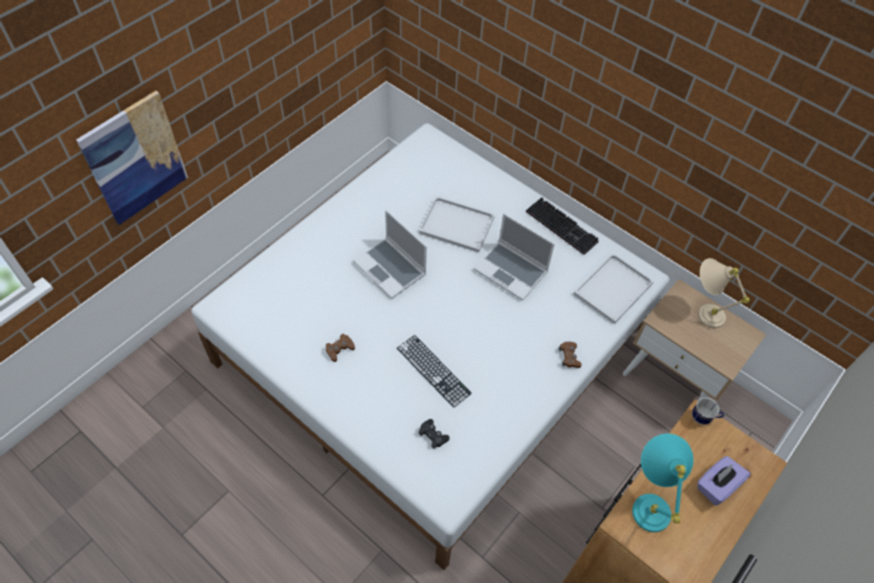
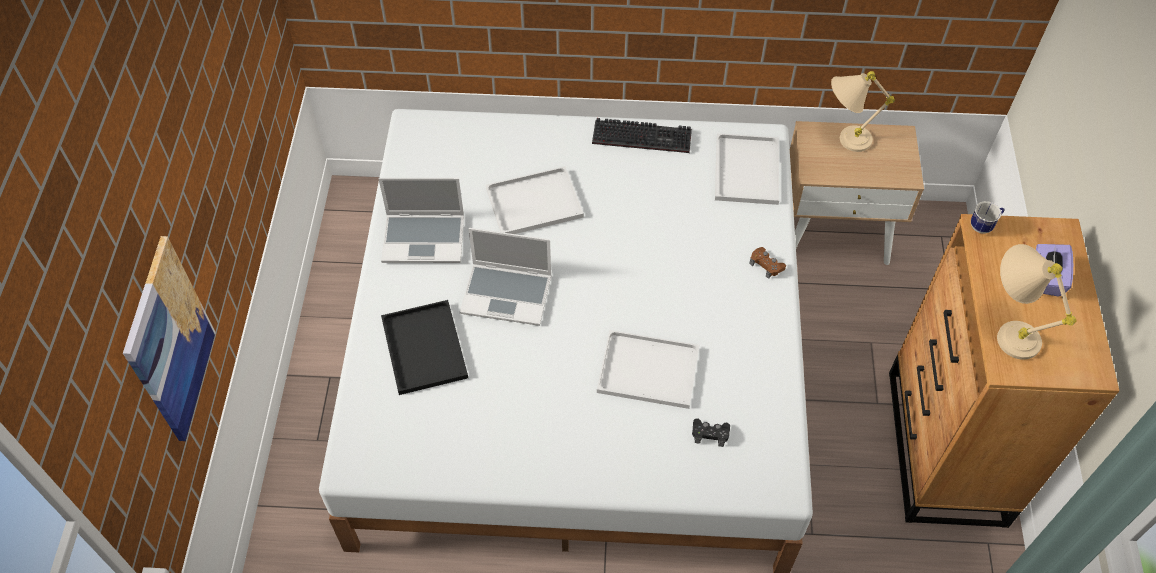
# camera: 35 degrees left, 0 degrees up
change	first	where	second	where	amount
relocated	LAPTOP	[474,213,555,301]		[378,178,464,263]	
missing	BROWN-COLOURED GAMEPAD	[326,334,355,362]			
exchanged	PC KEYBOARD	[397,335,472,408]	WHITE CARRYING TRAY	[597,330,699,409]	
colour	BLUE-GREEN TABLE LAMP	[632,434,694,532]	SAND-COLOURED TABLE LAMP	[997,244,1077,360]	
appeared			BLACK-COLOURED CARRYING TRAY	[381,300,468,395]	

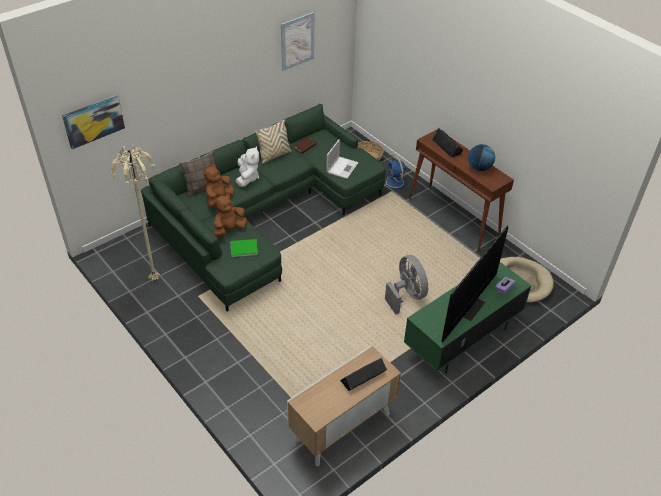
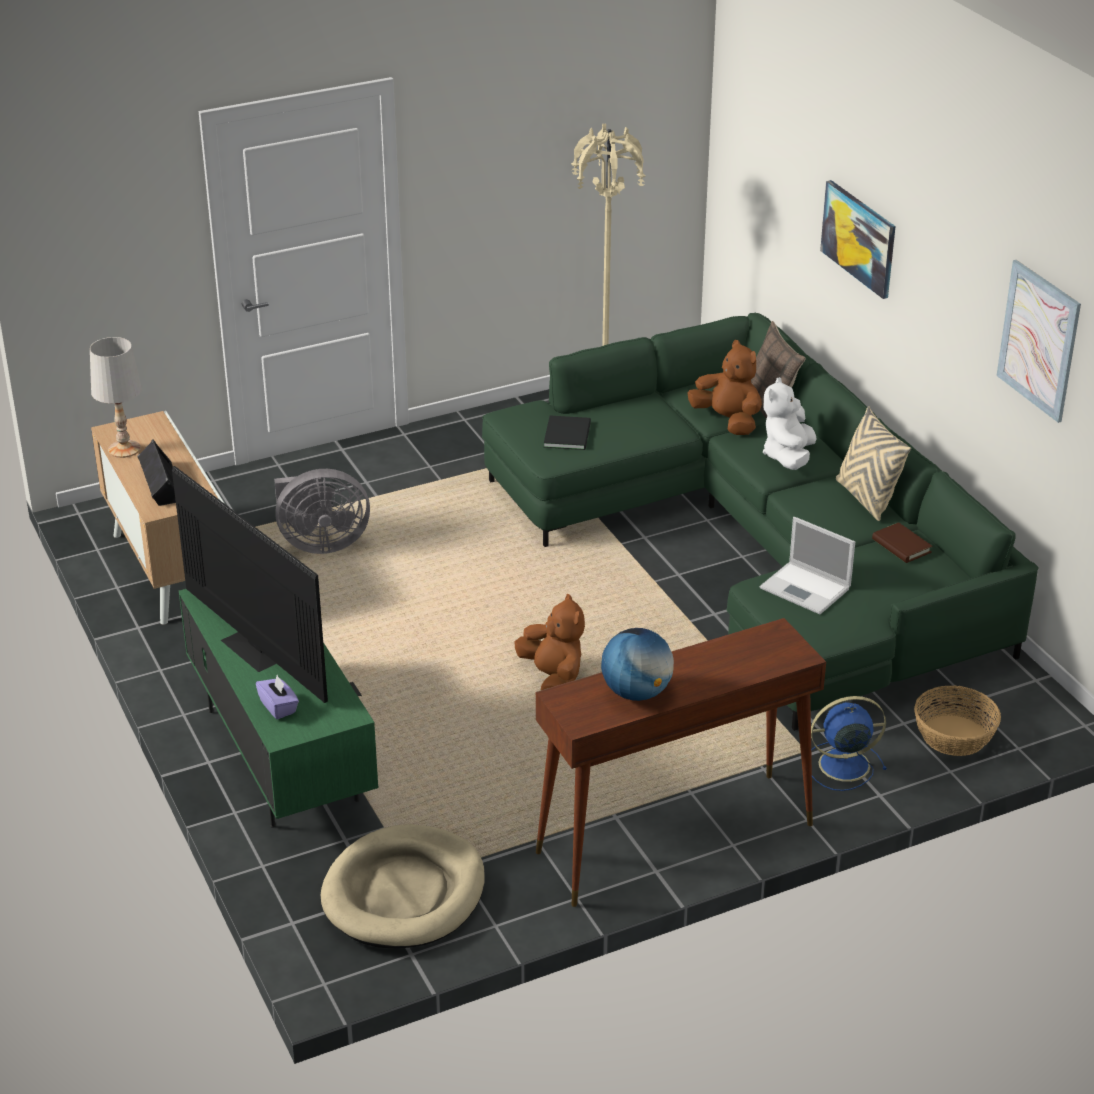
# camera: 105 degrees right, 10 degrees down
change	first	where	second	where	amount
relocated	PICTURE	[62,95,125,150]		[820,180,896,299]	
missing	BLACK-COLOURED SPEAKER	[432,128,463,158]			
spun	WHITE CUDDLY TOY	[236,146,259,187]		[763,377,817,470]	90 degrees clockwise
relocated	BROWN-COLOURED CUDDLY TOY	[214,194,247,238]		[514,594,585,690]	
colour	GREEN-COLOURED VOLUME	[231,239,258,257]	BLACK-COLOURED VOLUME	[544,416,591,450]	
relocated	GREY ELECTRIC FAN	[385,255,428,315]		[274,469,370,554]	
appeared			WHITE TABLE LAMP	[90,337,142,458]	

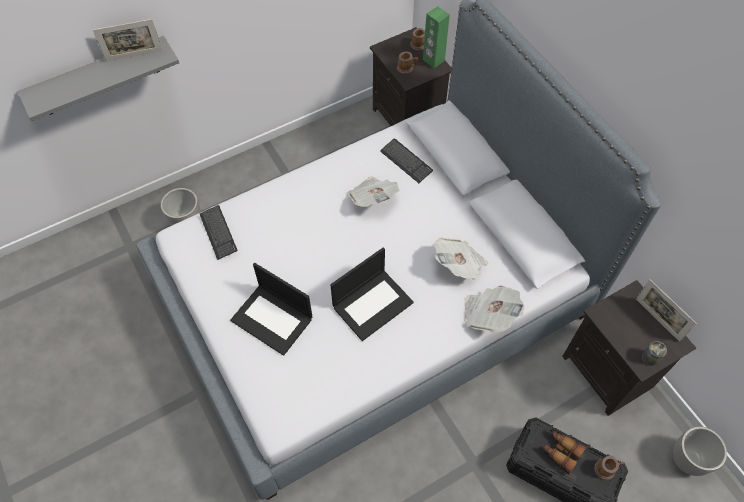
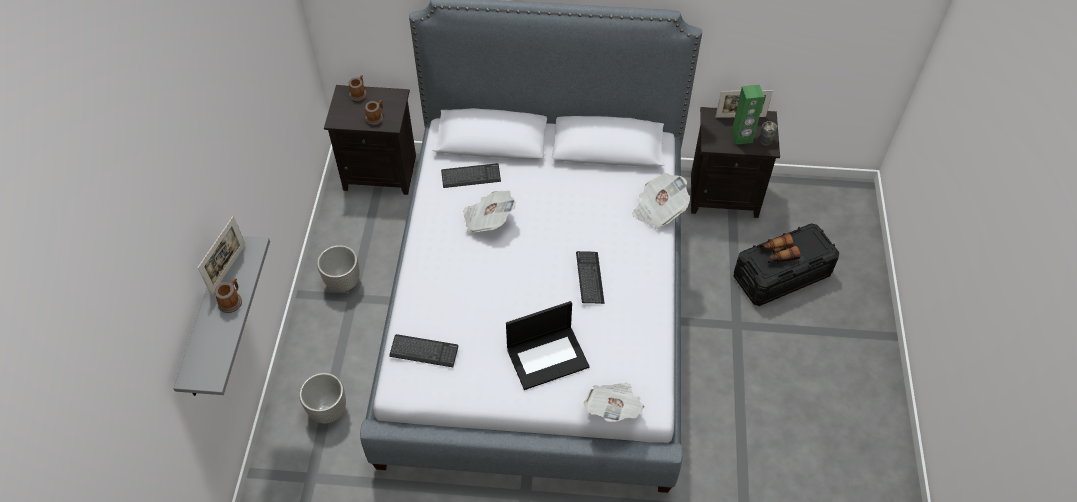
# camera: 55 degrees left, 5 degrees down
change	first	where	second	where	amount
relocated	GREEN-COLOURED SPEAKER	[423,6,450,68]		[731,85,765,145]	
relocated	DAILY PAPER	[434,238,488,280]		[584,383,644,422]	
exchanged	LAPTOP	[330,247,414,341]	PC KEYBOARD	[576,251,605,304]	
relocated	PLANT POT	[673,426,727,476]		[317,245,360,292]	
relocated	COFFEE MUG	[594,456,625,480]		[215,278,242,313]	

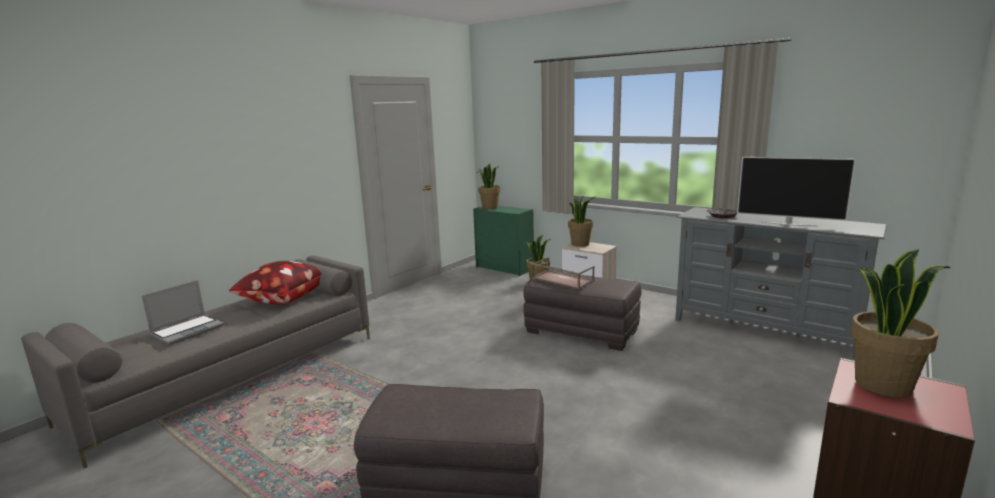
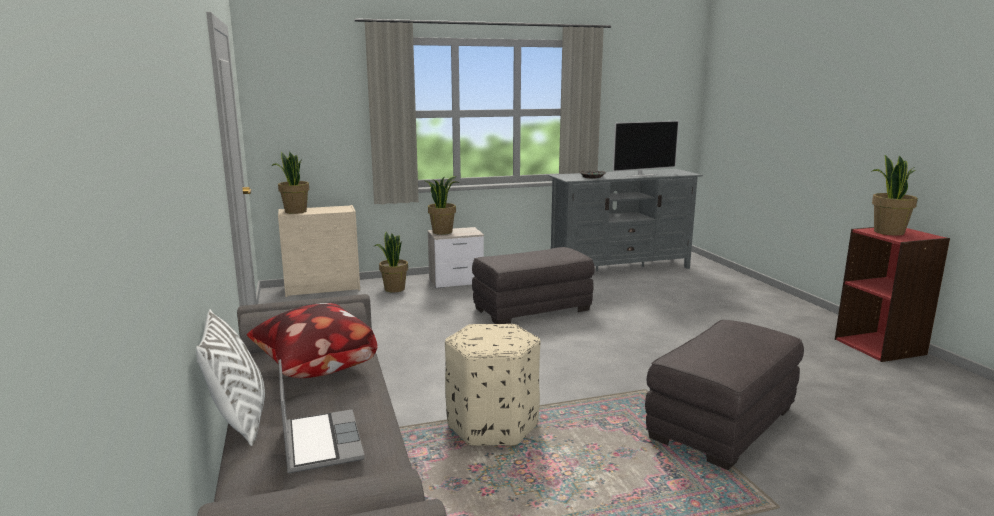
# camera: 55 degrees left, 0 degrees up
change	first	where	second	where	amount
colour	GREEN-COLOURED DRESSER	[473,206,534,276]	SAND-COLOURED DRESSER	[278,205,360,297]	
missing	BROWN-COLOURED CARRYING TRAY	[532,257,594,289]			
appeared			WHITE PILLOW	[196,309,265,446]	
appeared			SAND-COLOURED FOOTREST	[445,324,540,446]	

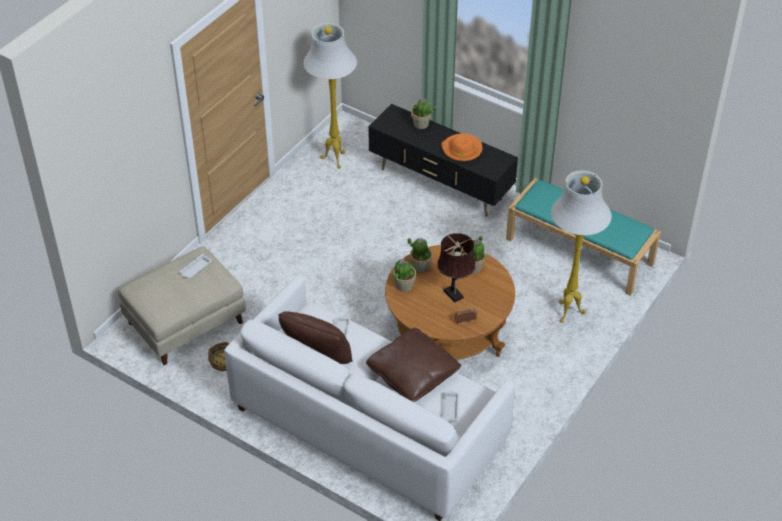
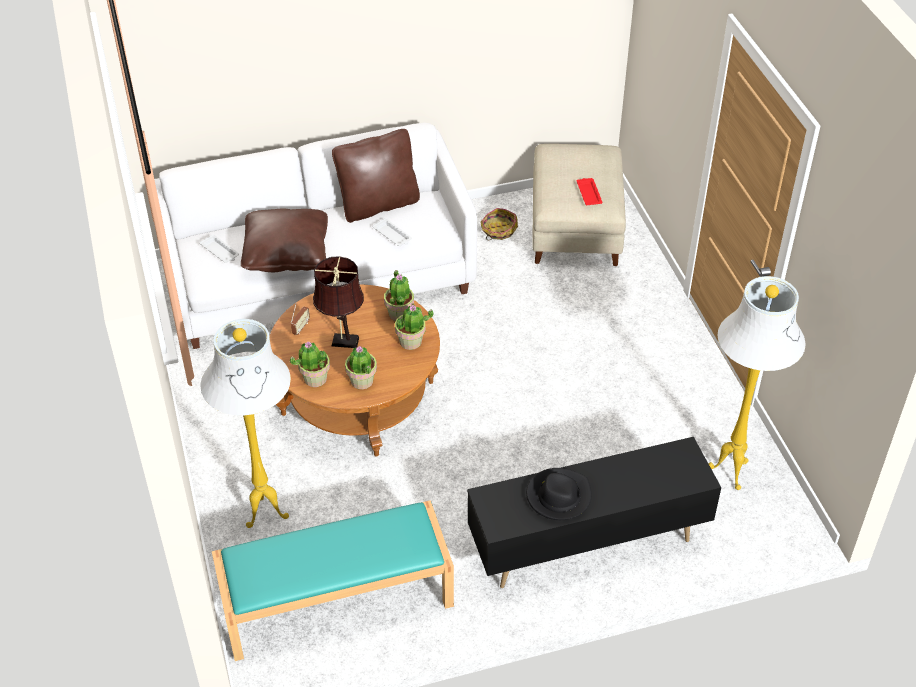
# camera: 130 degrees right, 0 degrees up
change	first	where	second	where	amount
relocated	POTTED PLANT	[411,99,437,129]		[290,342,330,387]	
colour	ORANGEY HAT	[441,133,482,162]	BLACK-COLOURED HAT	[526,468,592,520]	
colour	WHITE CARRYING TRAY	[180,254,212,279]	RED-COLOURED CARRYING TRAY	[577,178,603,205]	

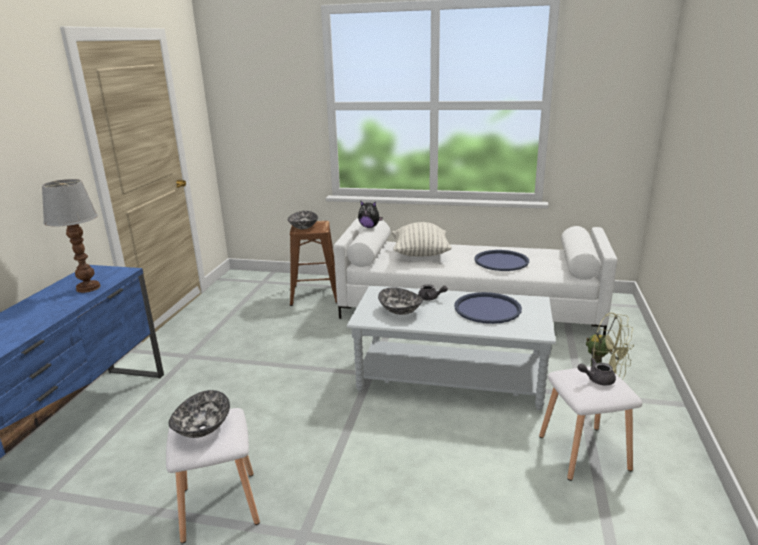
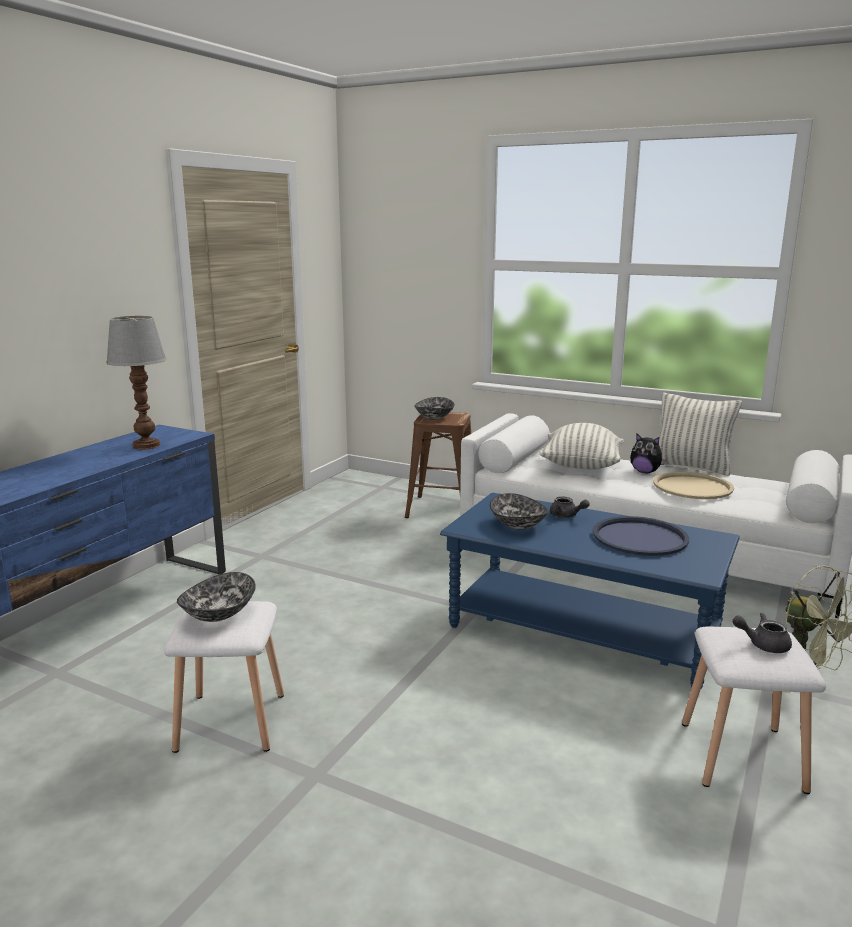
# camera: 15 degrees right, 5 degrees down
change	first	where	second	where	amount
relocated	CUDDLY TOY	[358,200,383,228]		[630,434,667,473]	
colour	BLUE CARRYING TRAY	[474,250,529,271]	SAND-COLOURED CARRYING TRAY	[653,471,734,499]	
colour	GREY COFFEE TABLE	[347,286,556,410]	BLUE COFFEE TABLE	[440,493,740,688]	
appeared			PILLOW	[658,393,742,476]	

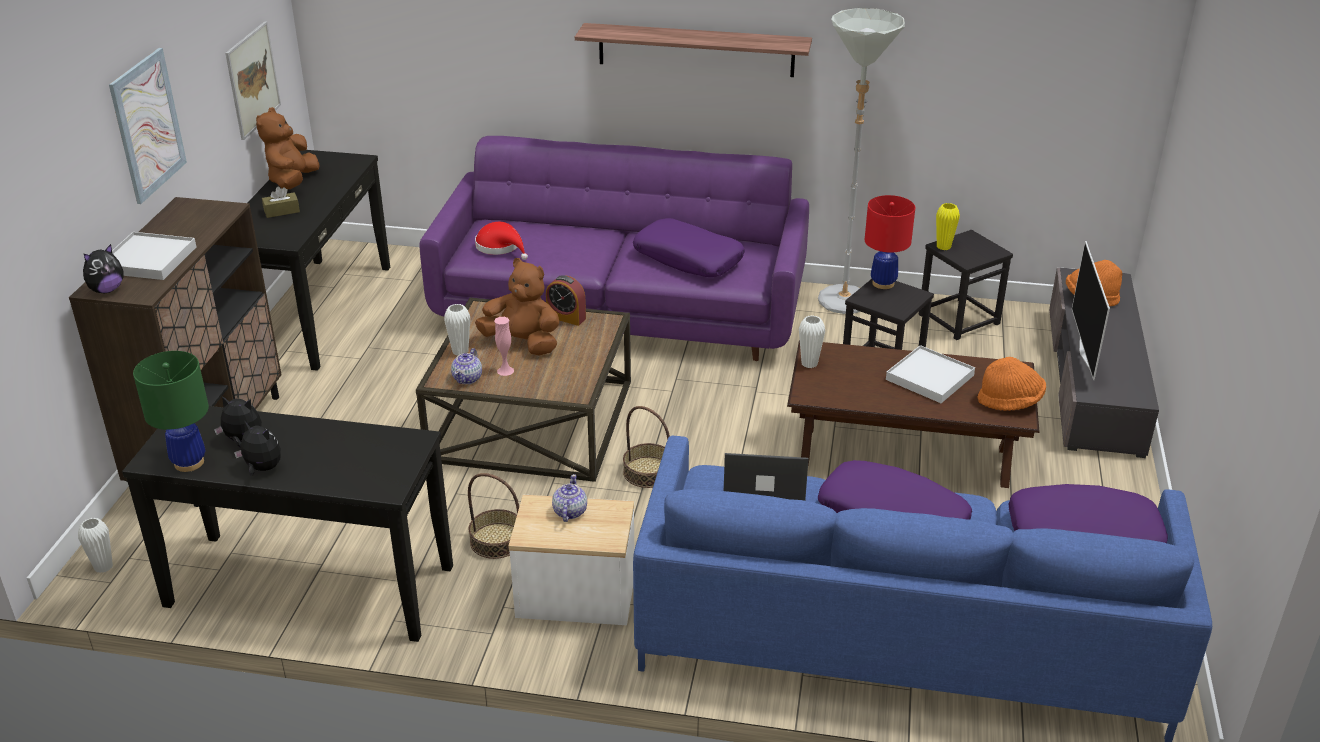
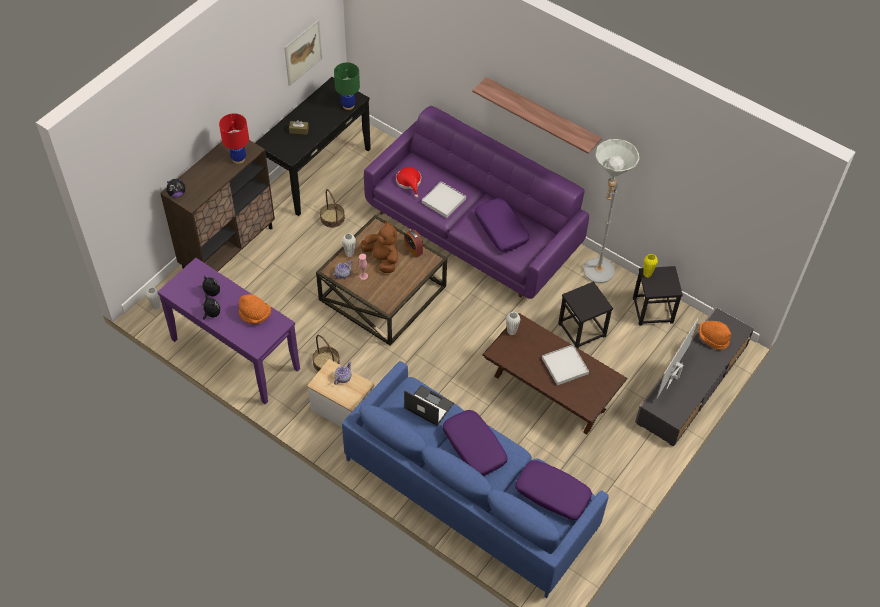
# camera: 25 degrees right, 20 degrees up
change	first	where	second	where	amount
missing	PICTURE	[109,48,187,204]			
missing	BROWN-COLOURED CUDDLY TOY	[256,107,320,189]			
relocated	RED-COLOURED TABLE LAMP	[865,195,915,289]		[219,113,249,164]	
relocated	WHITE CARRYING TRAY	[112,232,196,280]		[422,181,466,218]	
relocated	GREEN-COLOURED TABLE LAMP	[133,351,209,472]		[334,62,360,110]	
relocated	ORANGEY HAT	[978,357,1046,411]		[239,294,271,324]	
colour	BLACK-COLOURED HALL TABLE	[122,406,453,642]	PURPLE HALL TABLE	[158,258,300,404]	
relocated	STORAGE BASKET	[623,406,670,488]		[320,189,345,228]	

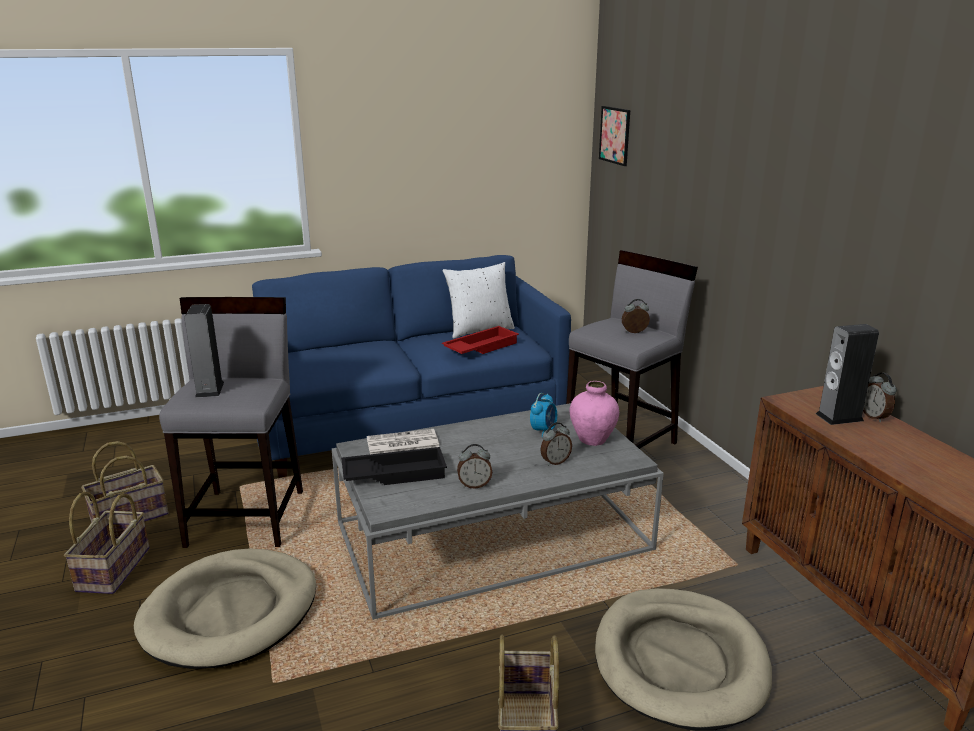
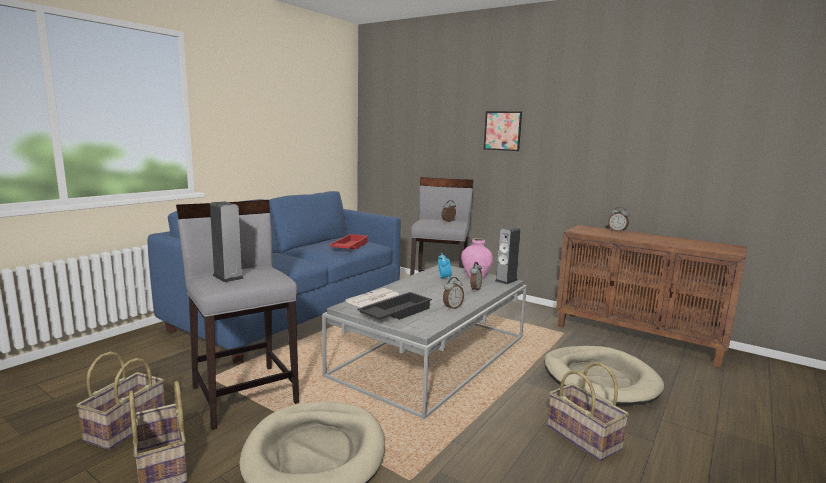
# camera: 35 degrees left, 10 degrees down
change	first	where	second	where	amount
relocated	PICTURE	[599,106,630,166]		[484,111,522,151]	
missing	WHITE PILLOW	[443,262,515,339]			
relocated	SPEAKER	[816,324,879,425]		[495,227,521,284]	

